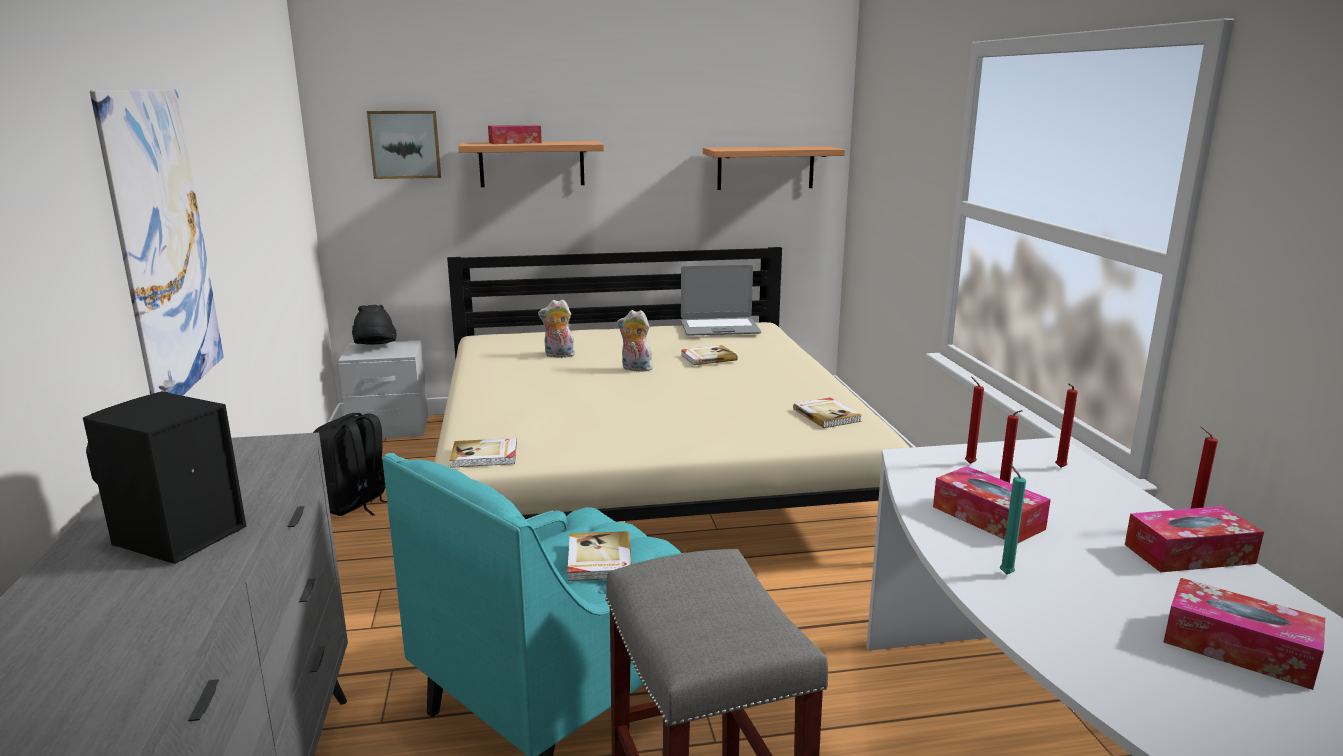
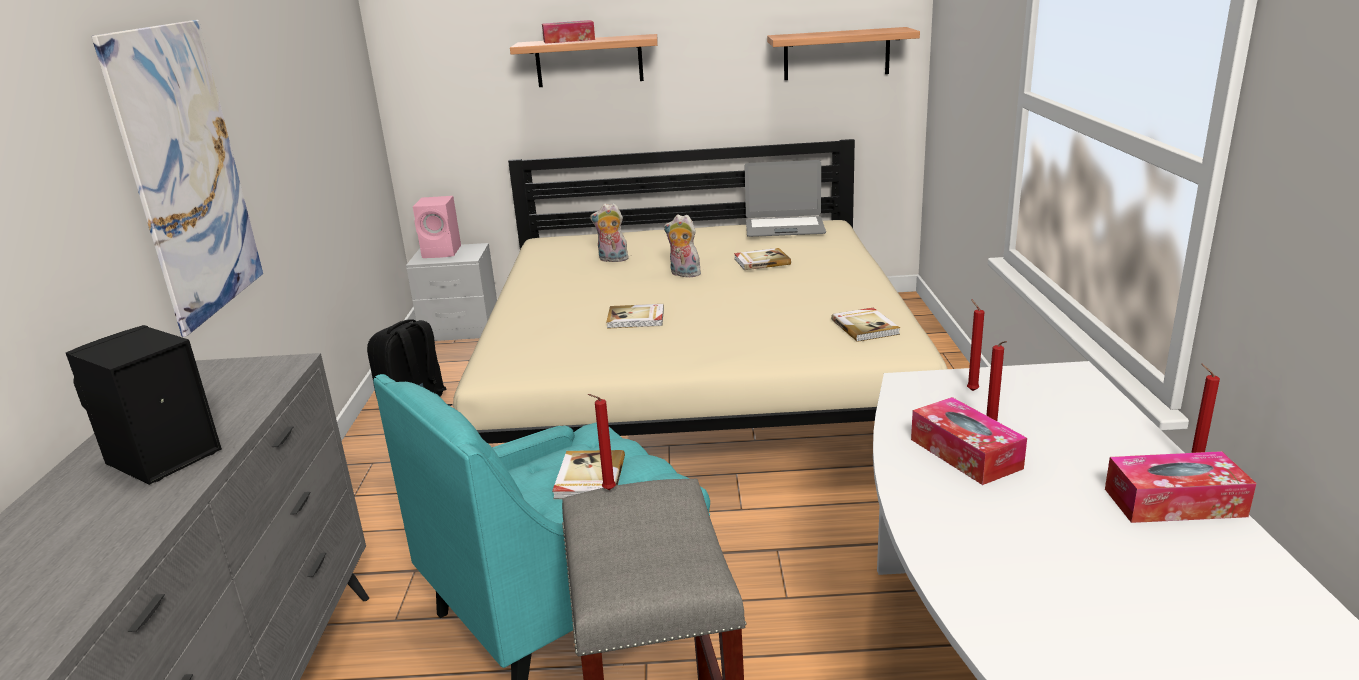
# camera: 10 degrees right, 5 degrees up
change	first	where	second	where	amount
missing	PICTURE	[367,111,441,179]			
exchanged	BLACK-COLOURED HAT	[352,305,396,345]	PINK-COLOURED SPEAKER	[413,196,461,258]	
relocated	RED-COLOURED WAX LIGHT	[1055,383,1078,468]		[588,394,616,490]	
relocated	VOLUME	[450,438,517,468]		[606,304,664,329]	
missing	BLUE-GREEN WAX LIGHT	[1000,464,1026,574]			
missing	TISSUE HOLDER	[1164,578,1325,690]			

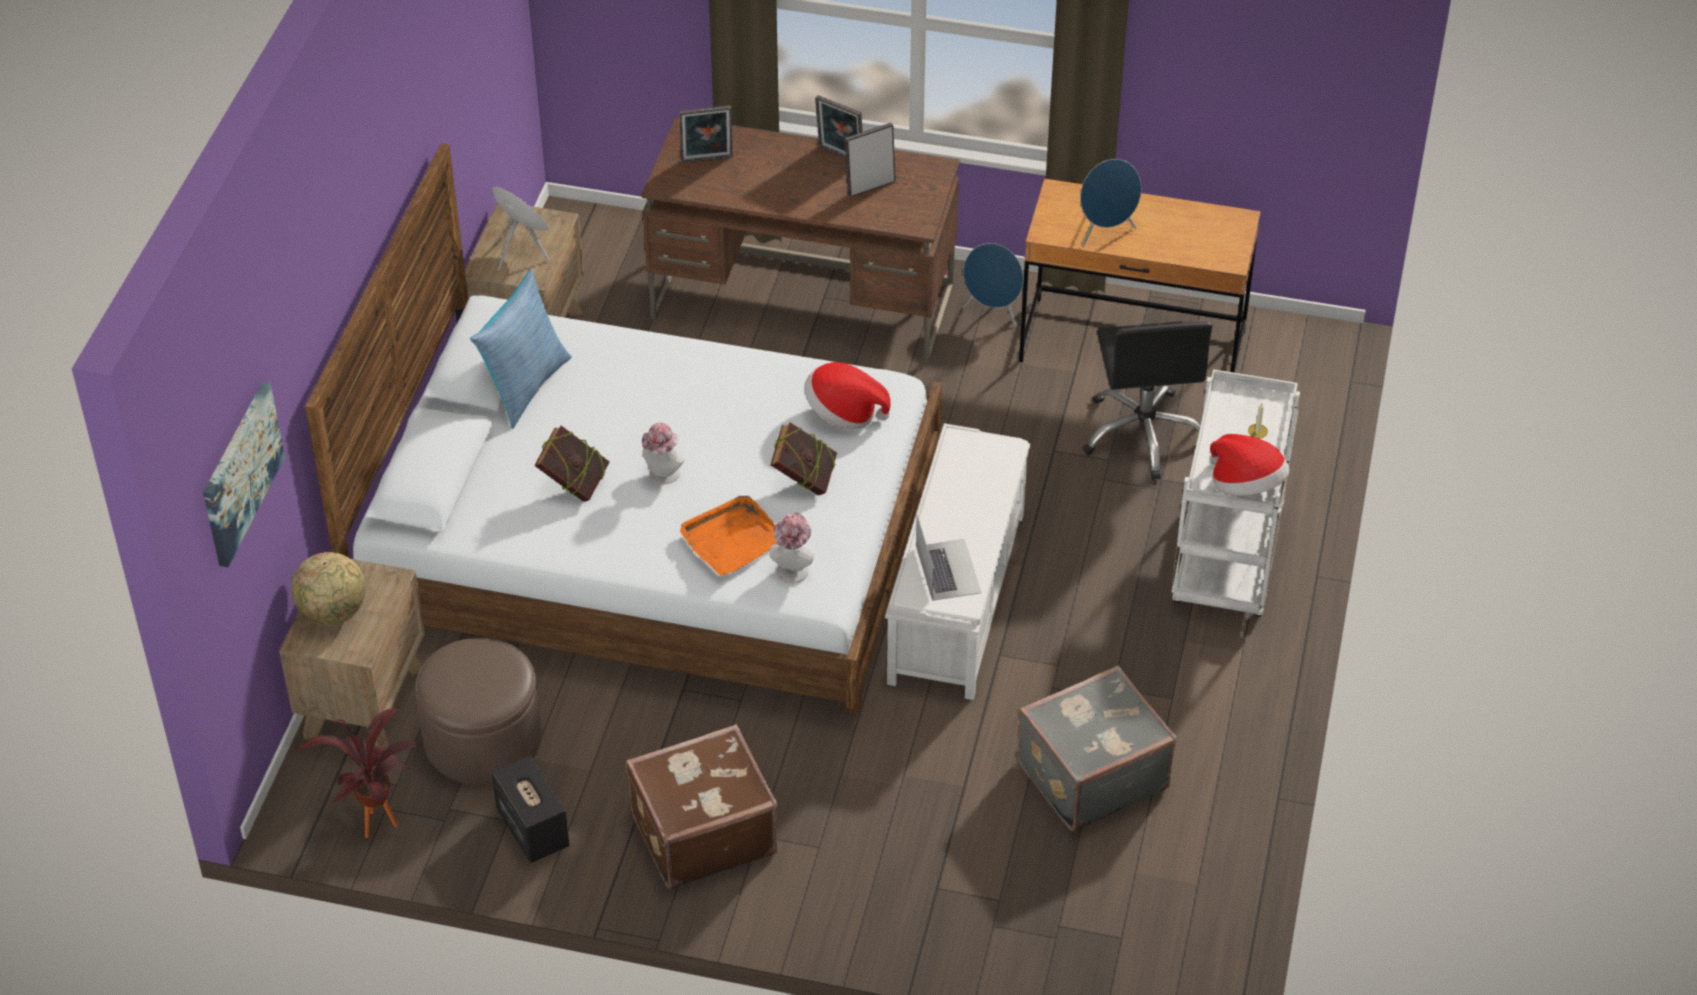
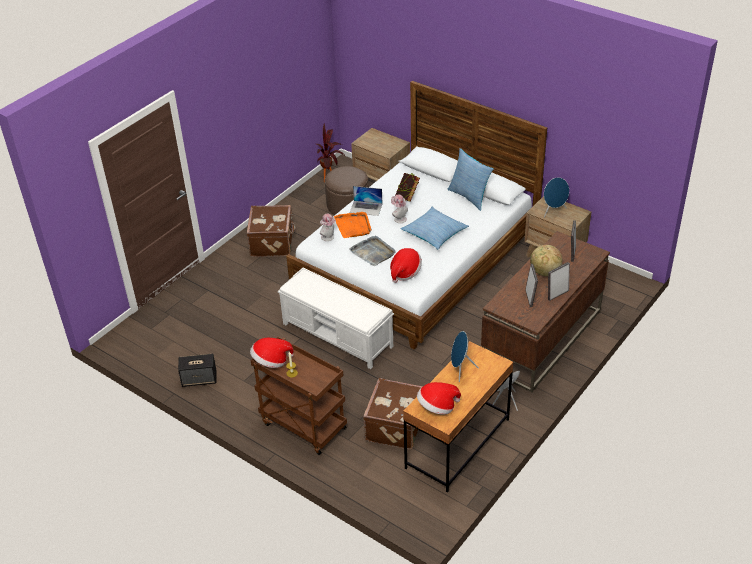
# camera: 115 degrees right, 5 degrees down
change	first	where	second	where	amount
exchanged	BLACK-COLOURED DESK CHAIR	[1082,321,1212,480]	BROWN-COLOURED TRAVEL CASE	[363,378,423,449]	
colour	WHITE CART	[1171,369,1300,617]	BROWN-COLOURED CART	[250,336,347,455]	
missing	PICTURE	[203,382,285,567]			
exchanged	VOLUME	[771,422,837,495]	GREY CARRYING TRAY	[349,235,396,266]	
relocated	LAPTOP	[916,515,982,601]		[350,186,383,216]	
relocated	DESK GLOBE	[291,552,366,625]		[530,245,562,276]	
missing	GREY TRAVEL CASE	[1017,665,1177,831]			
relocated	SPEAKER	[492,756,570,863]		[178,354,216,387]	
appeared			PILLOW	[400,207,469,250]	
appeared			HAT	[417,382,461,415]	

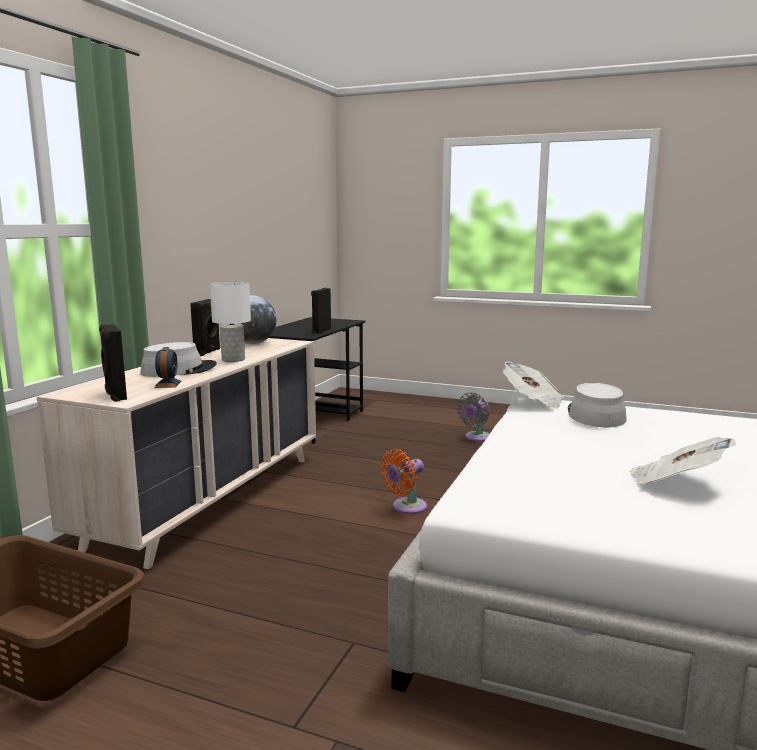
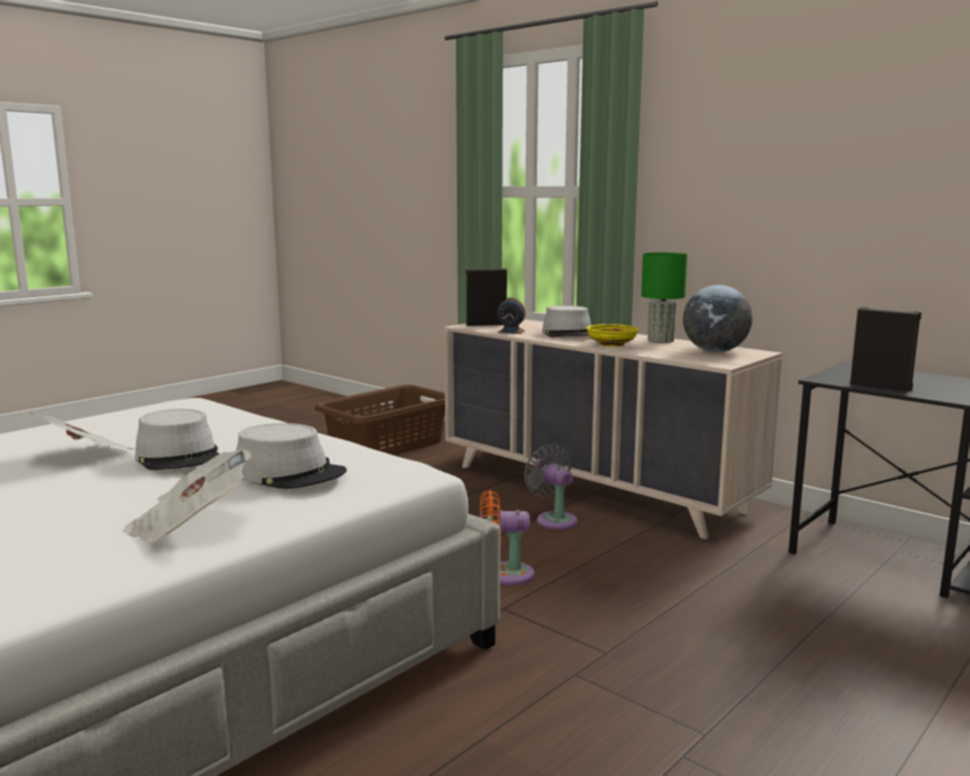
# camera: 110 degrees right, 0 degrees up
change	first	where	second	where	amount
exchanged	WHITE TABLE LAMP	[210,282,251,362]	YELLOW SERVING BOWL	[586,324,639,347]	
exchanged	BLACK-COLOURED SPEAKER	[190,299,221,356]	GREEN-COLOURED TABLE LAMP	[641,252,687,343]	
relocated	DAILY PAPER	[503,361,564,409]		[123,450,252,544]	
relocated	GREY ELECTRIC FAN	[457,392,489,441]		[524,444,578,530]	
spun	ORANGEY ELECTRIC FAN	[381,449,427,514]		[480,490,535,585]	75 degrees counterclockwise
appeared			GREY HAT	[135,409,220,470]	

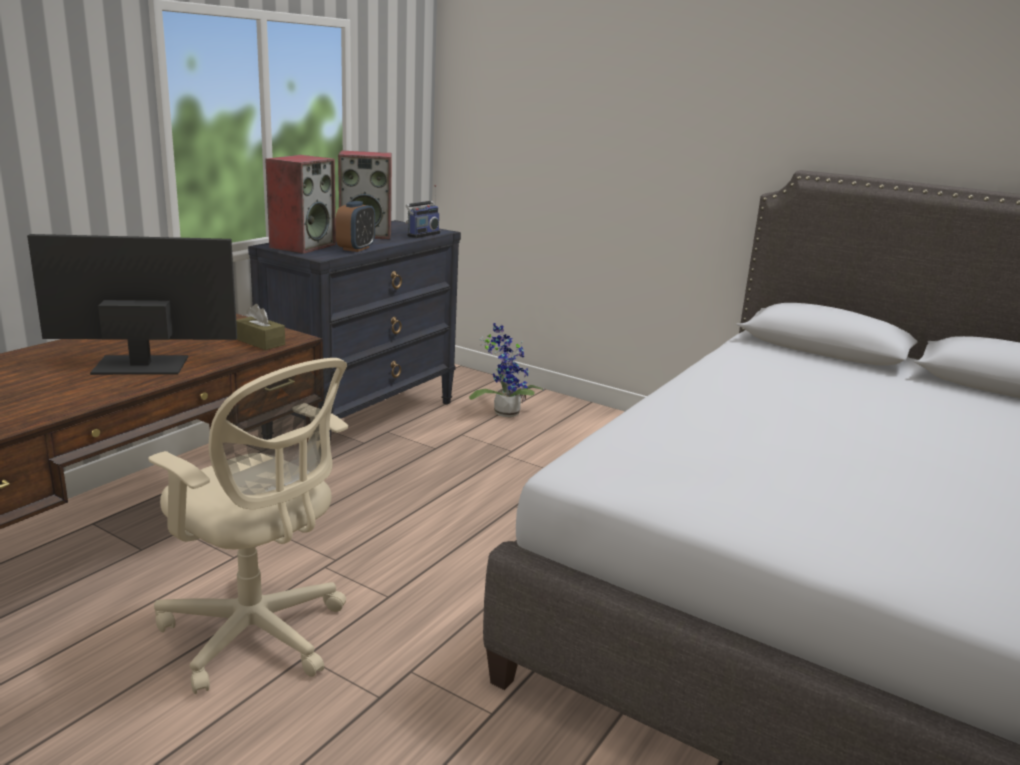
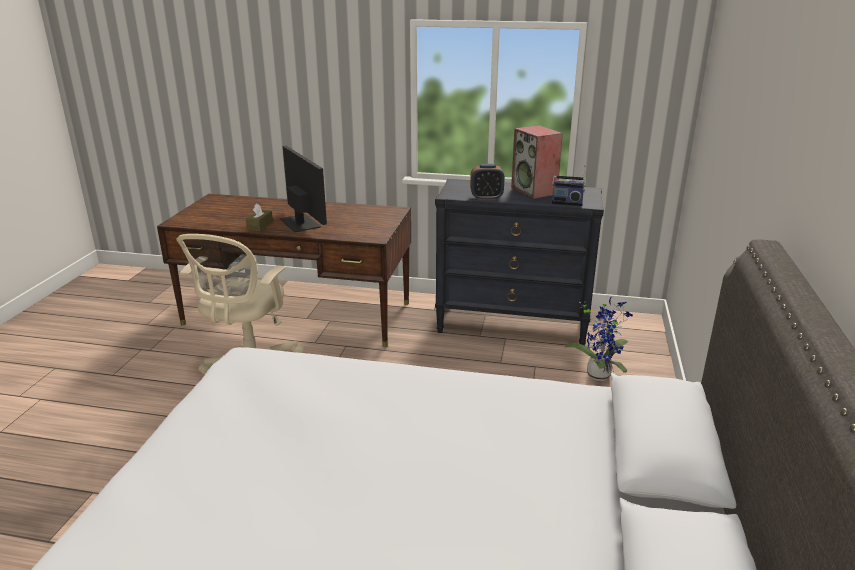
# camera: 70 degrees right, 5 degrees up
change	first	where	second	where	amount
missing	SPEAKER	[265,155,336,254]			
relocated	BROWN-COLOURED TISSUE HOLDER	[236,304,285,350]		[246,204,273,231]	

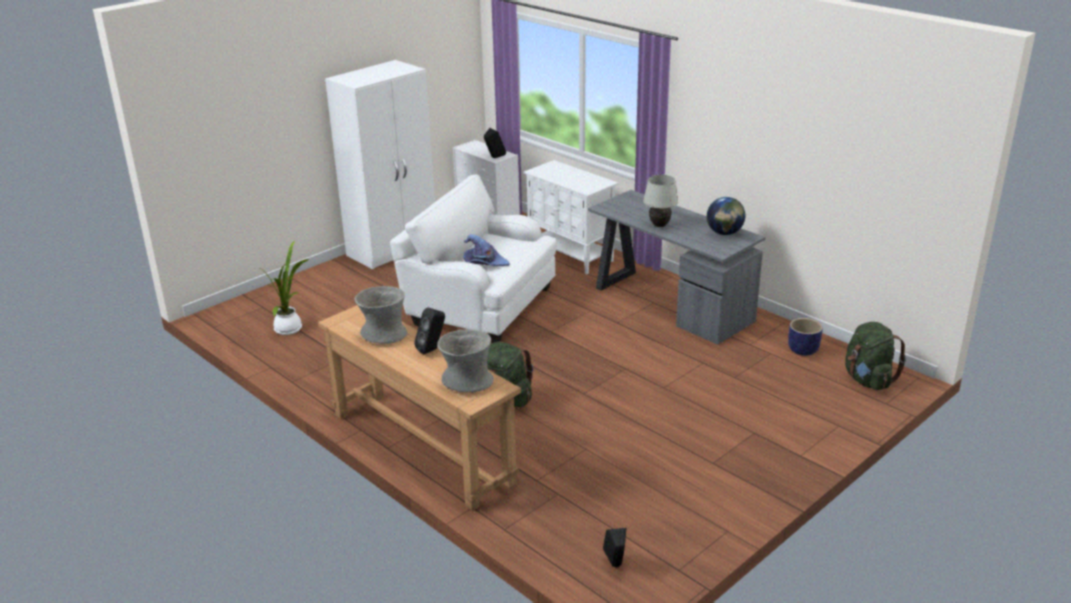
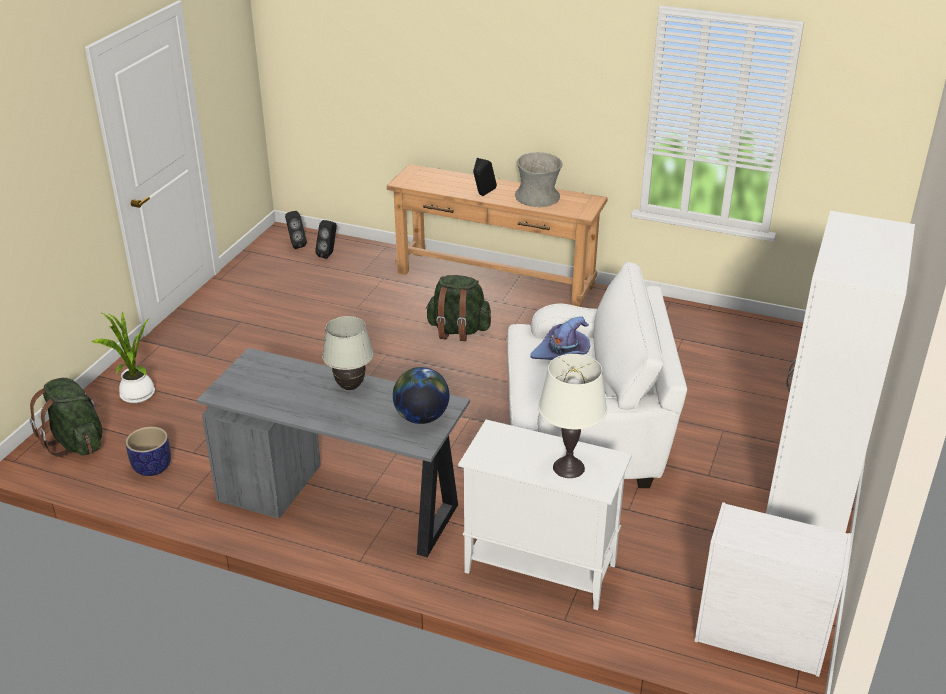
# camera: 155 degrees right, 5 degrees up
change	first	where	second	where	amount
relocated	BLACK-COLOURED SPEAKER	[484,128,506,158]		[315,220,337,259]	
relocated	DESK GLOBE	[707,197,745,235]		[393,367,449,424]	
relocated	POTTED PLANT	[260,241,309,335]		[92,312,155,403]	
missing	GREY DECORATIVE VASE	[437,329,494,392]			
appeared			WHITE TABLE LAMP	[538,354,607,478]	

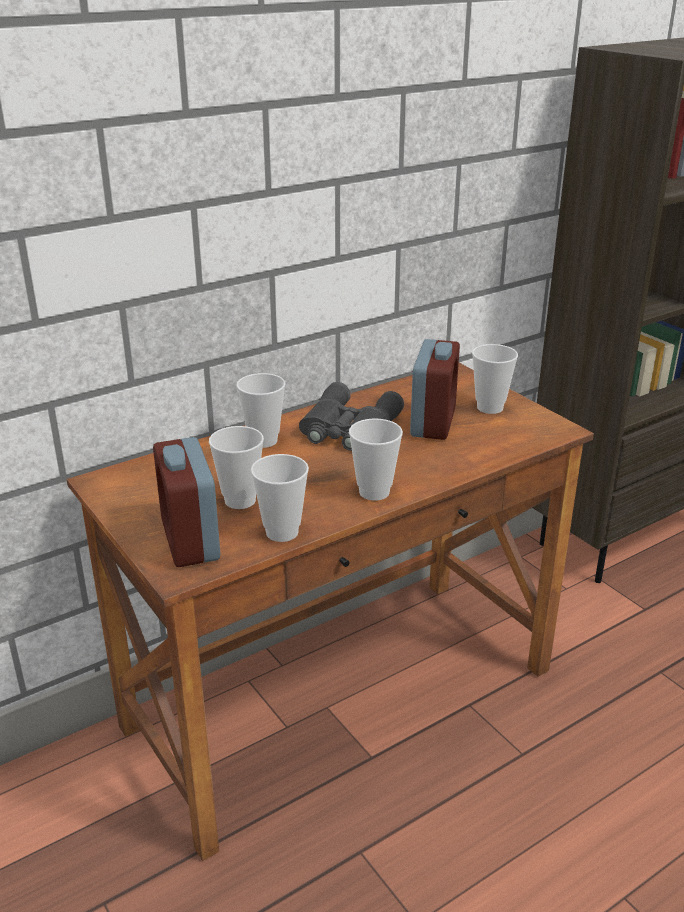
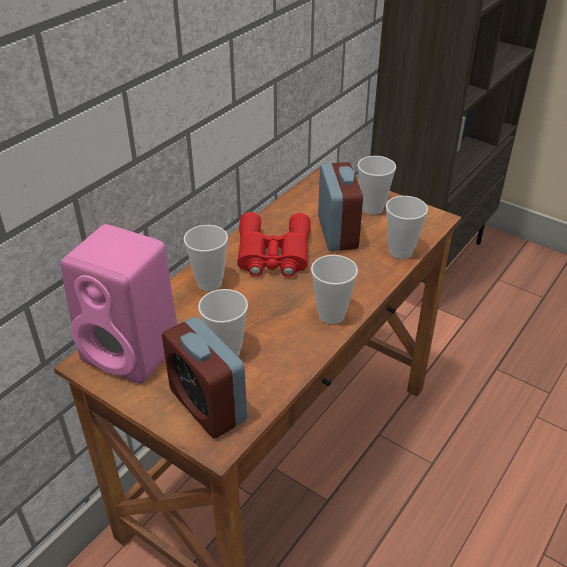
# camera: 20 degrees left, 10 degrees up
change	first	where	second	where	amount
colour	GREY FIELD GLASSES	[299,382,404,451]	RED-COLOURED FIELD GLASSES	[237,212,311,277]	
relocated	SMALL CUP	[251,454,309,542]		[386,196,428,259]	
appeared			PINK-COLOURED SPEAKER	[60,224,178,384]	

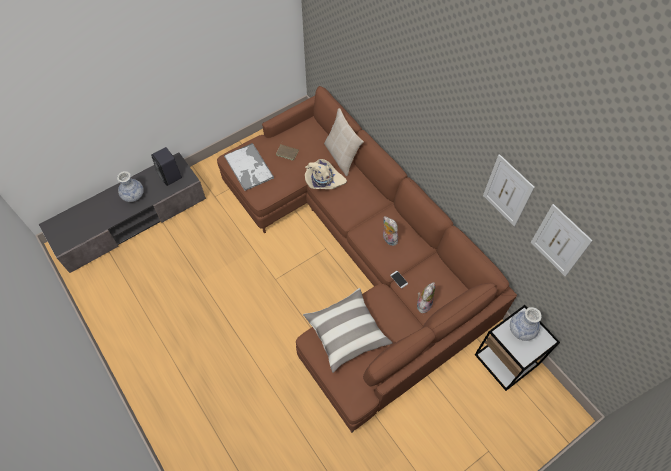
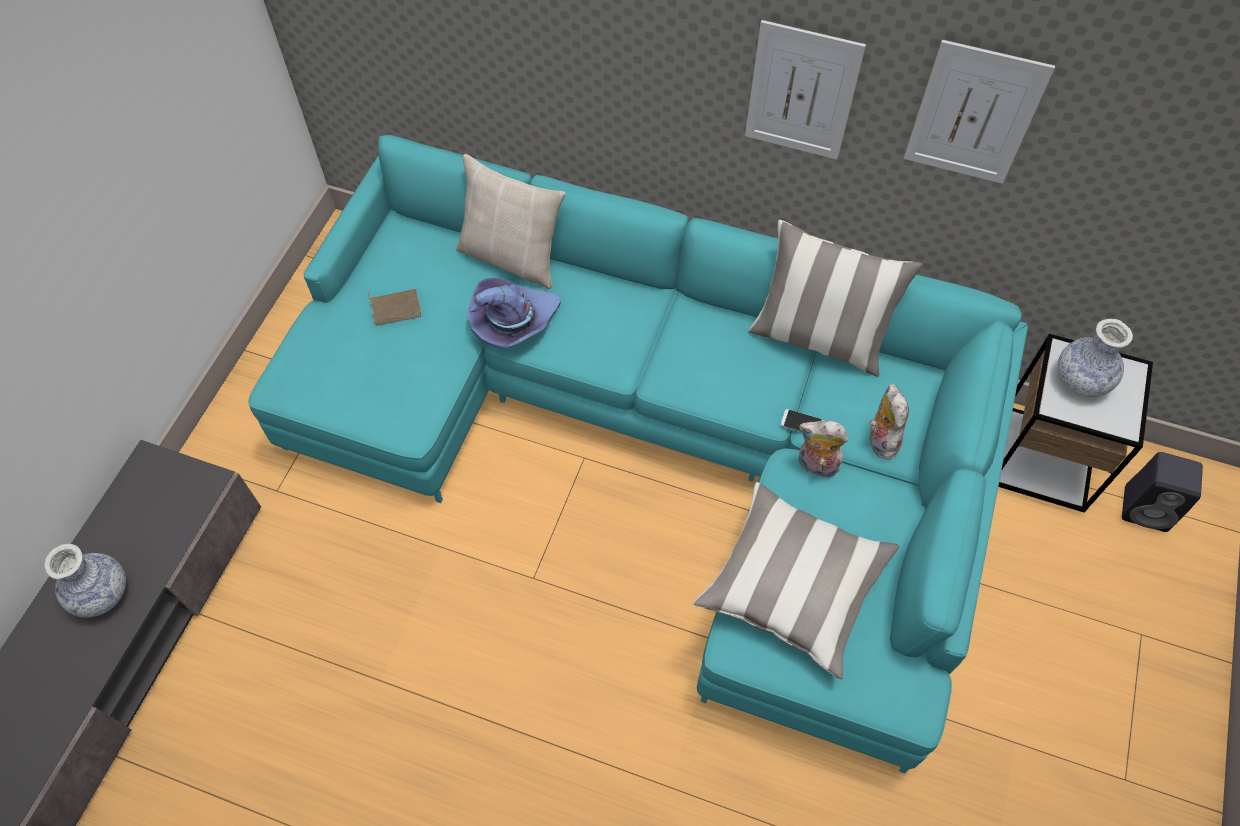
# camera: 35 degrees left, 0 degrees up
change	first	where	second	where	amount
colour	BROWN-COLOURED COUCH	[217,86,517,433]	BLUE-GREEN COUCH	[248,135,1028,773]	
missing	CARRYING TRAY	[224,143,274,191]			
relocated	BLACK-COLOURED SPEAKER	[151,147,182,186]		[1122,452,1203,532]	
colour	SAND-COLOURED HAT	[305,159,347,189]	PURPLE HAT	[467,277,561,349]	
relocated	PICTURE	[531,204,593,276]		[745,20,866,160]	
relocated	CUDDLY TOY	[383,216,398,246]		[798,420,848,477]	
appeared			PILLOW	[748,220,922,377]	

